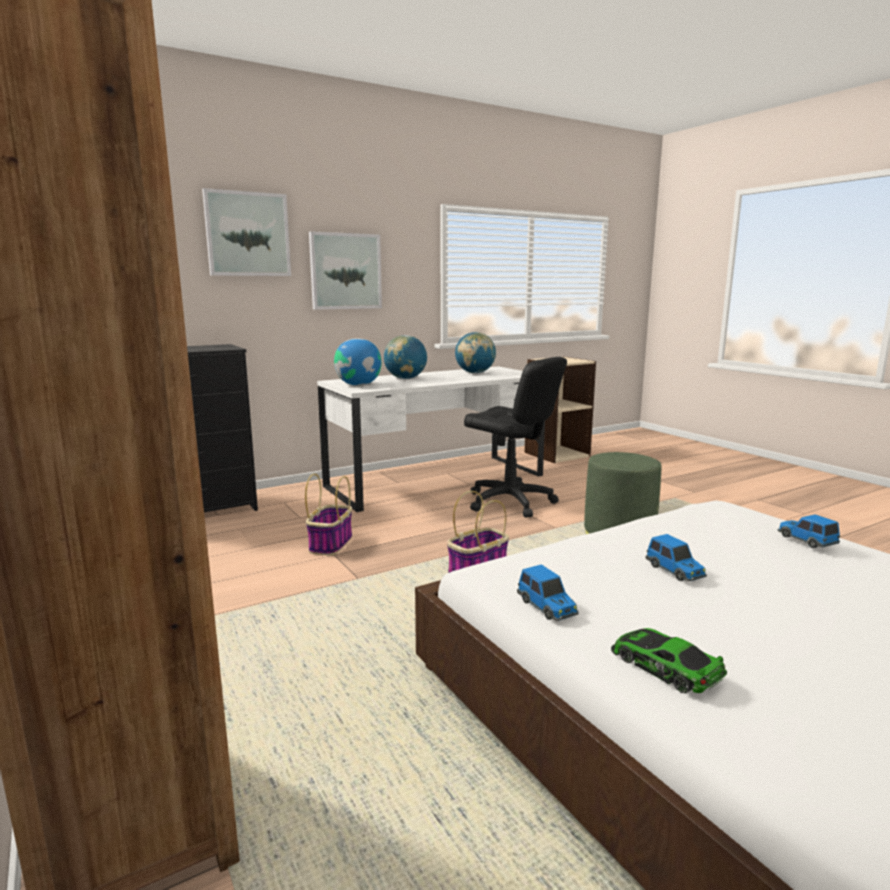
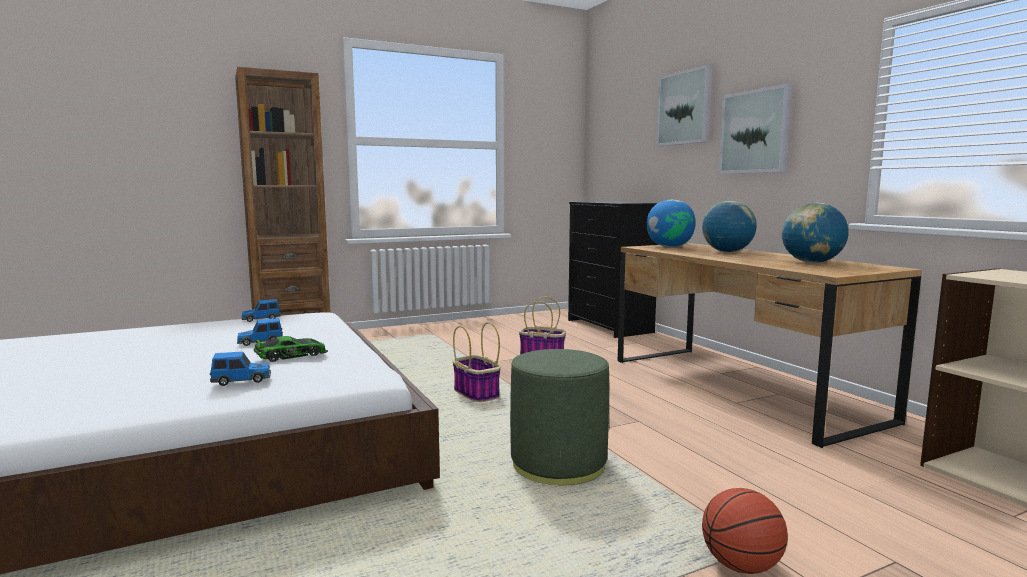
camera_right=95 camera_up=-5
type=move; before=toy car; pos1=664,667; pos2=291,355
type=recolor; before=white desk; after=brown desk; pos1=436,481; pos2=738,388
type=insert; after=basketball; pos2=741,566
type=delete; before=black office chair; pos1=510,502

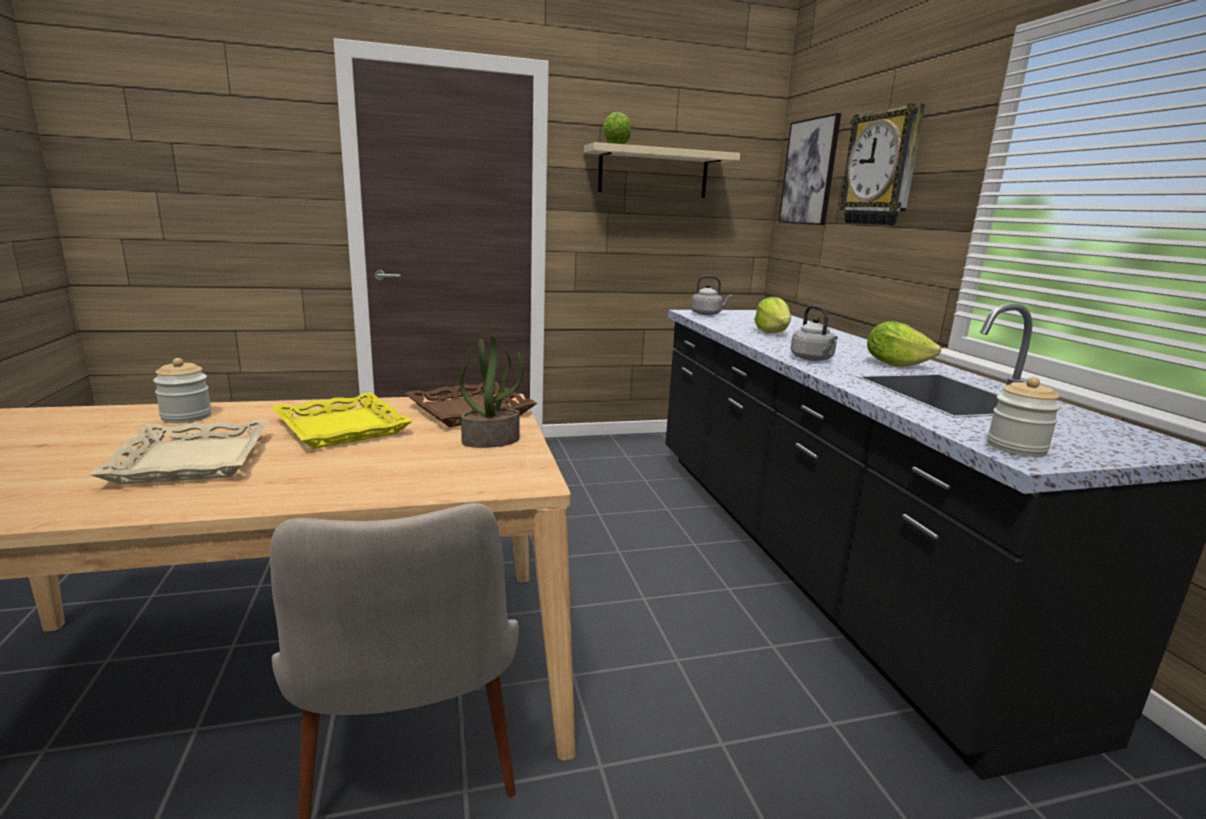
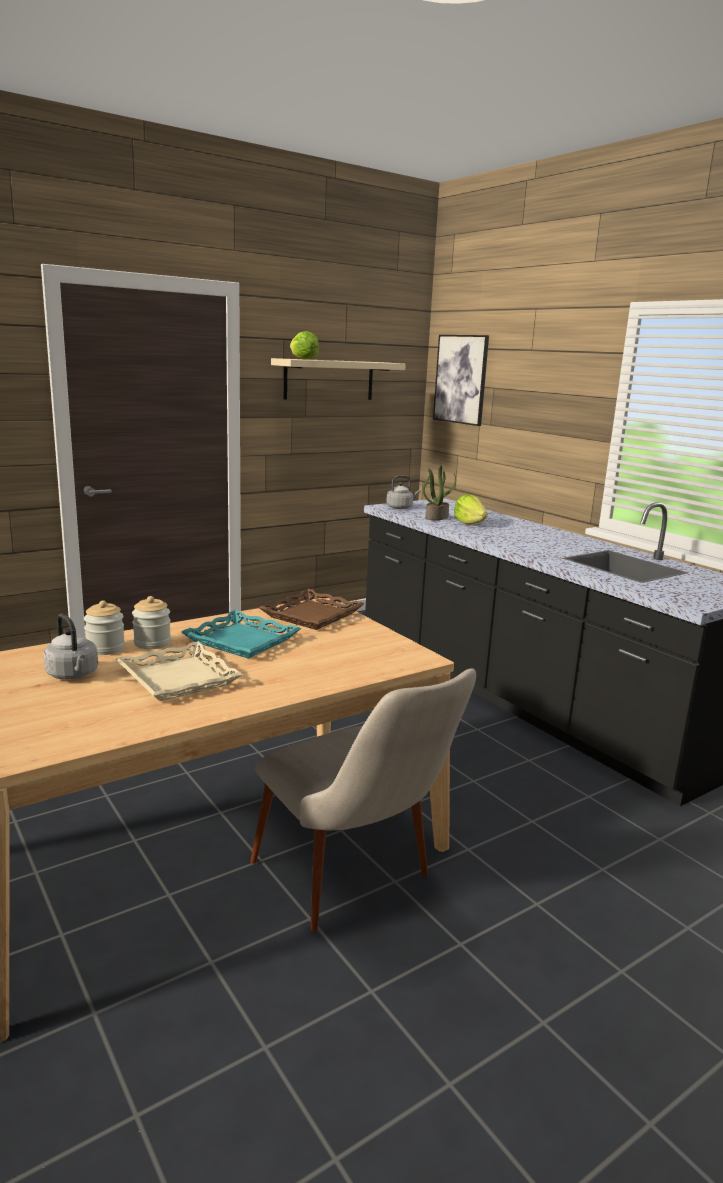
camera_right=-20 camera_up=0
type=move; before=grey kettle; pos1=813,359; pos2=73,675
type=move; before=jar; pos1=1016,447; pos2=152,643
type=recolor; before=yellow tray; after=turquoise tray; pos1=343,428; pos2=242,641
type=move; before=potted plant; pos1=491,440; pos2=436,517
type=delete; before=wall clock; pos1=881,168
type=delete; before=lettuce; pos1=895,364

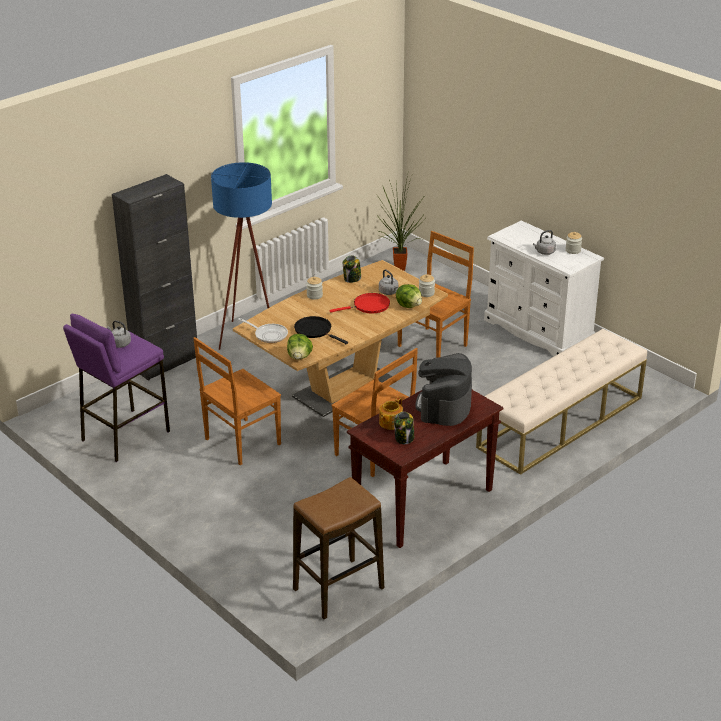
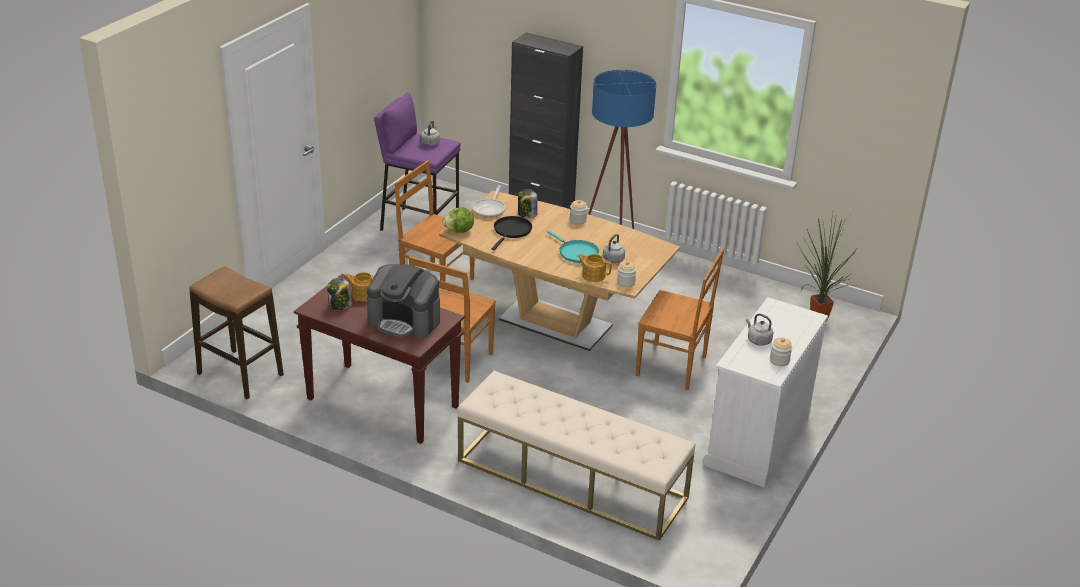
camera_right=70 camera_up=0
type=rotate; before=coffee machine; pos1=444,406; pos2=405,321; turn=-150
type=move; before=jar; pos1=352,279; pos2=527,214
type=recolor; before=red frying pan; after=turquoise frying pan; pos1=369,306; pos2=576,253
type=replace; before=lettuce; after=teapot; pos1=409,305; pos2=593,275

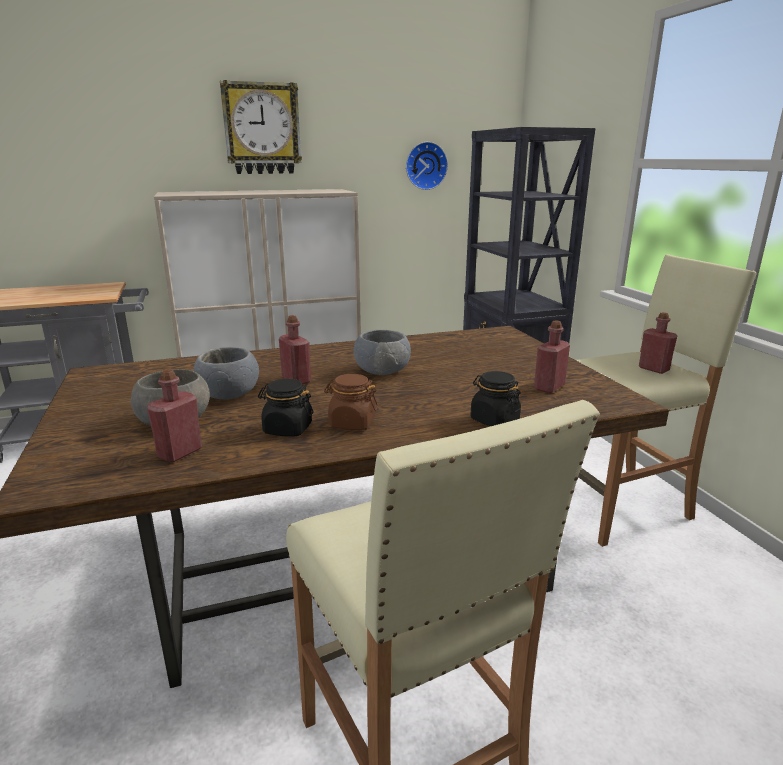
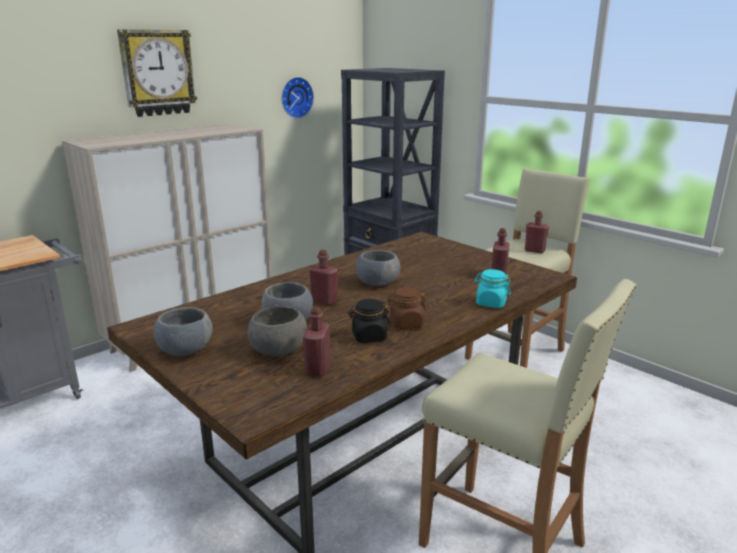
camera_right=-25 camera_up=0
type=insert; after=grey bowl; pos2=185,350
type=recolor; before=black jar; after=turquoise jar; pos1=494,420; pos2=490,303

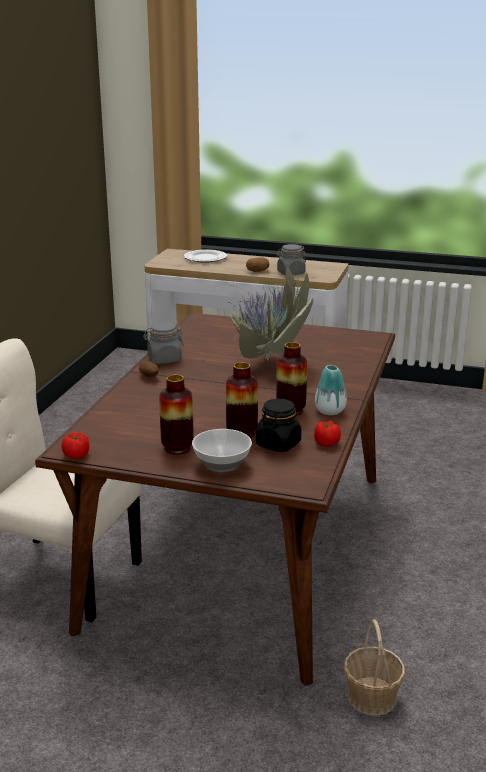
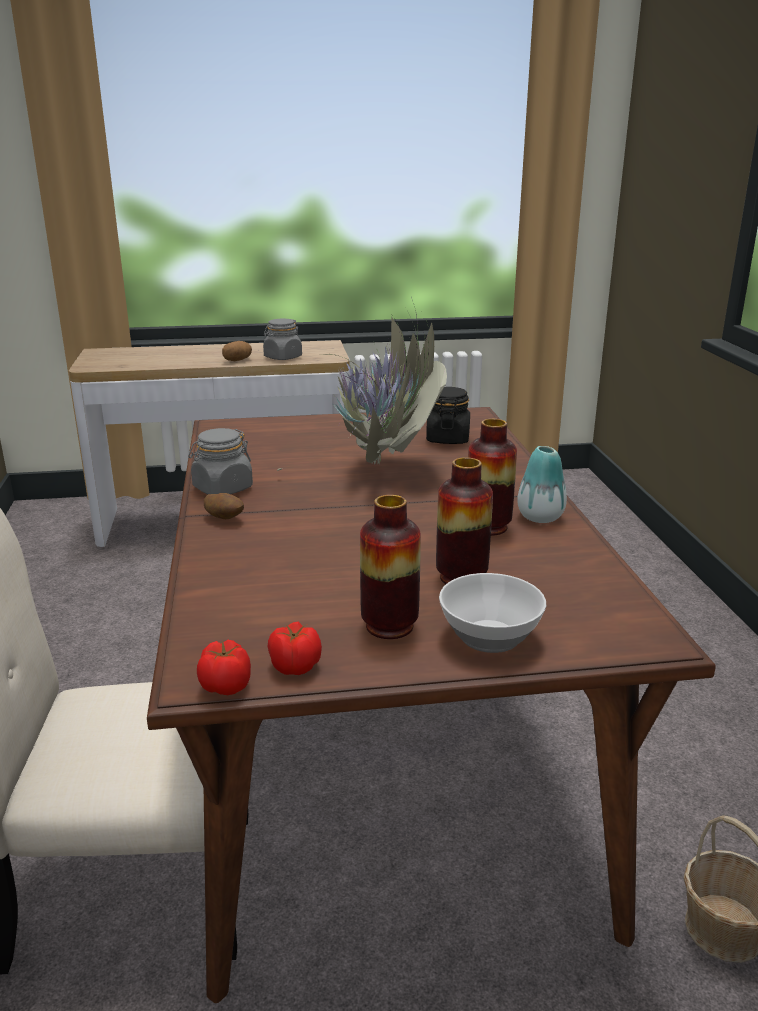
camera_right=-25 camera_up=0
type=move; before=tomato; pos1=326,443; pos2=294,666
type=move; before=black jar; pos1=278,444; pos2=447,439
type=delete; before=plate; pos1=206,258

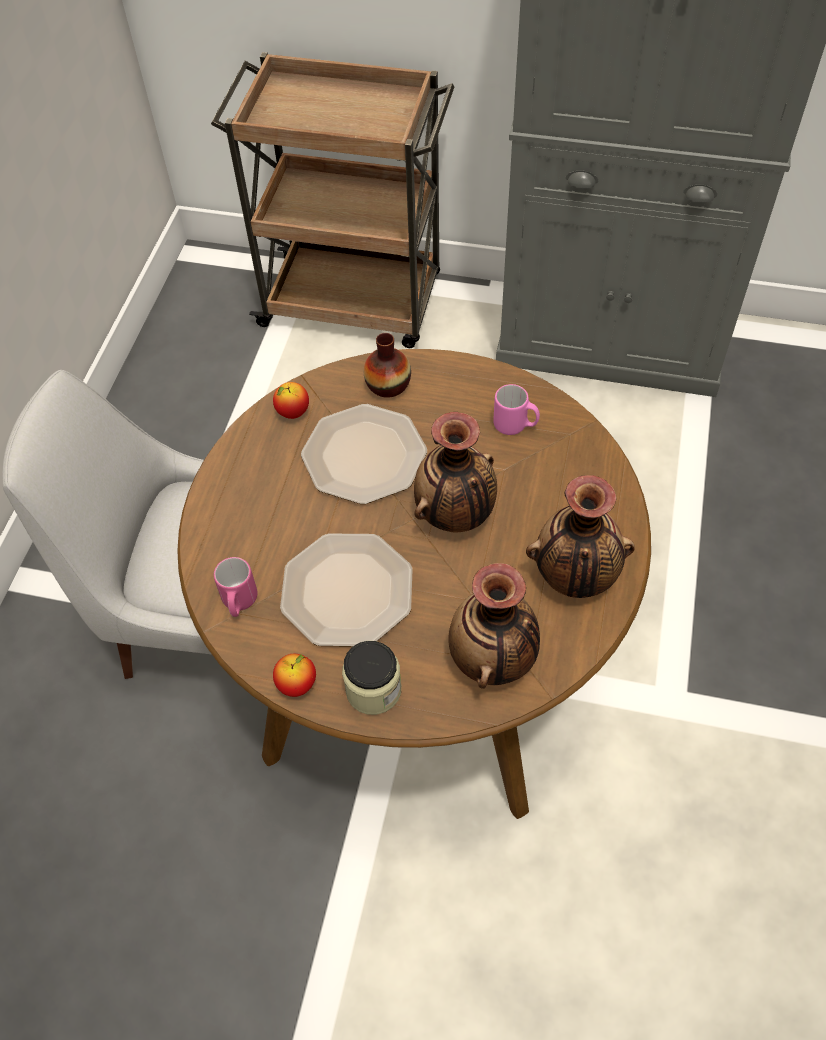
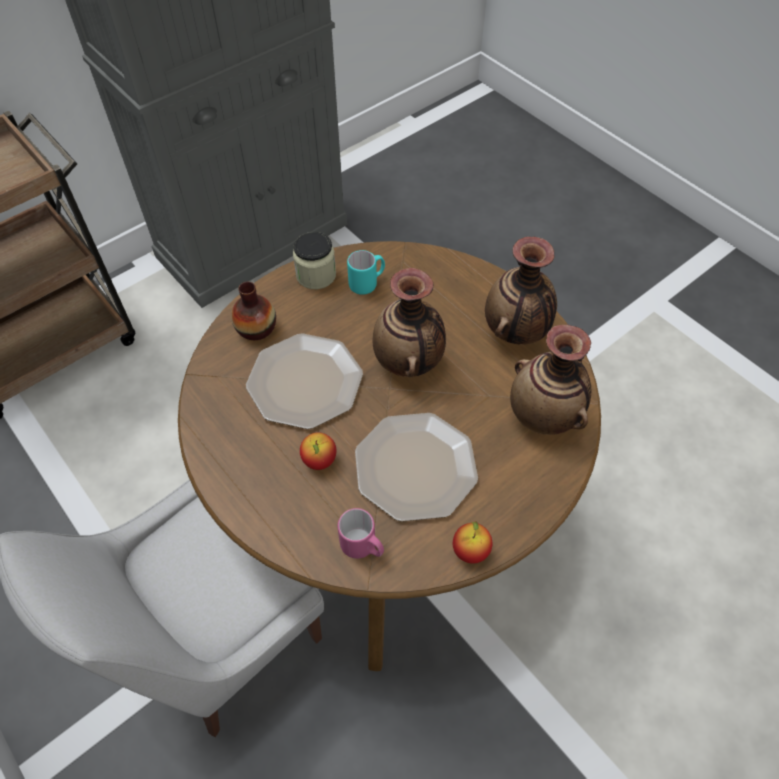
camera_right=-55 camera_up=0
type=move; before=jar; pos1=373,689; pos2=316,275
type=move; before=apple; pos1=293,412; pos2=319,460
type=recolor; before=pink mug; after=turquoise mug; pos1=515,425; pos2=367,283

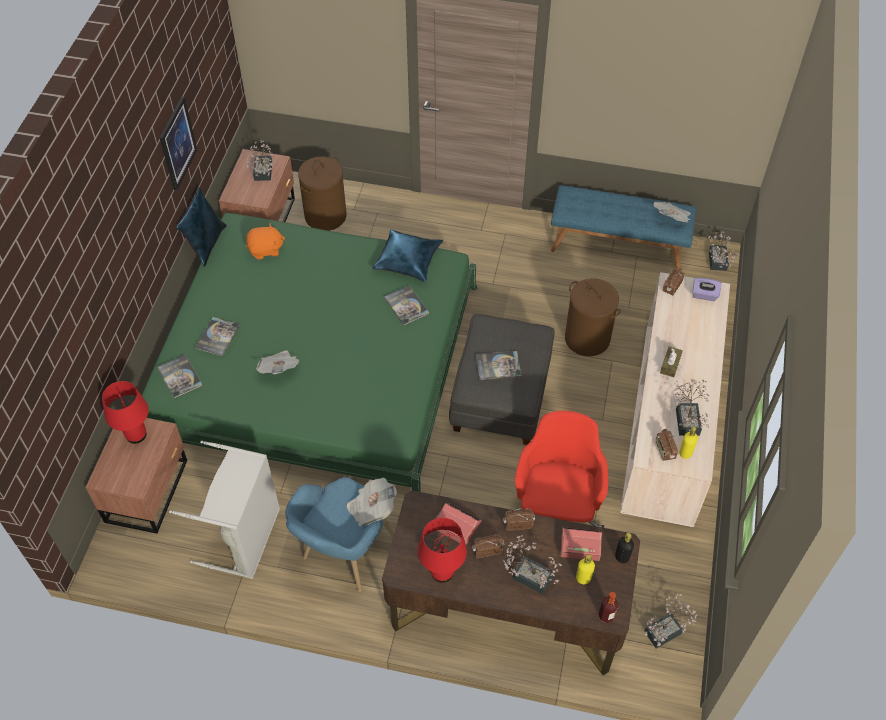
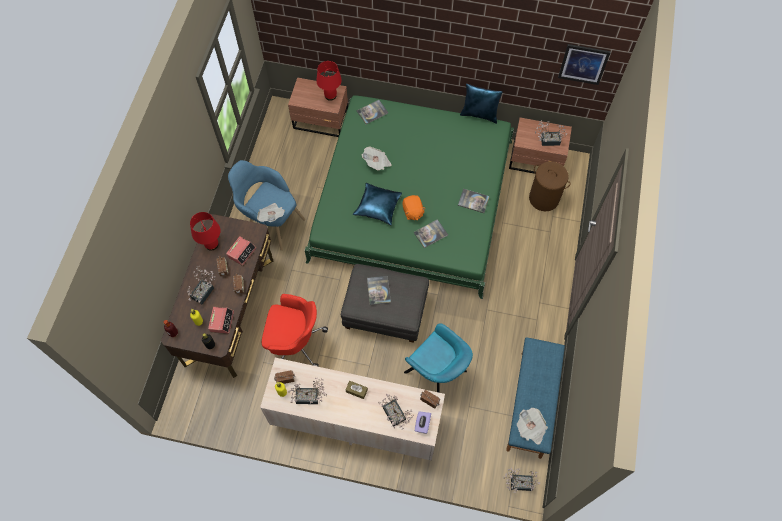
camera_right=90 camera_up=10
type=move; before=blue pillow; pos1=408,260; pos2=378,207
type=move; before=potted plant; pos1=666,631; pos2=395,416
type=move; before=orange plush toy; pos1=266,250; pos2=412,212
type=replace; before=brown laundry basket; after=turquoise armchair; pos1=587,338; pos2=437,373
type=move; before=book; pos1=218,337; pos2=473,201
type=move; before=picture; pos1=177,143; pos2=583,64
type=delete; before=grey laundry basket; pos1=245,538

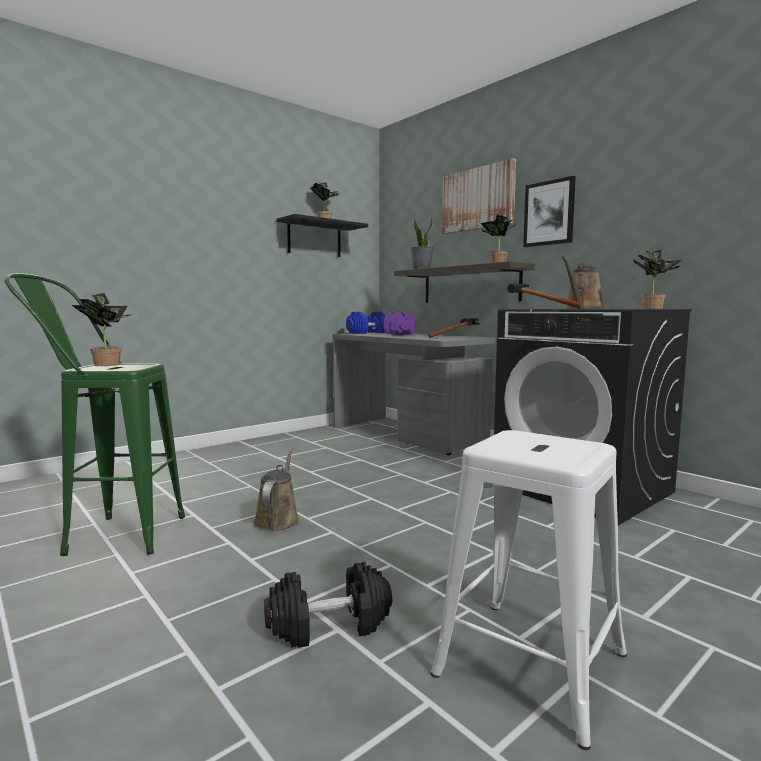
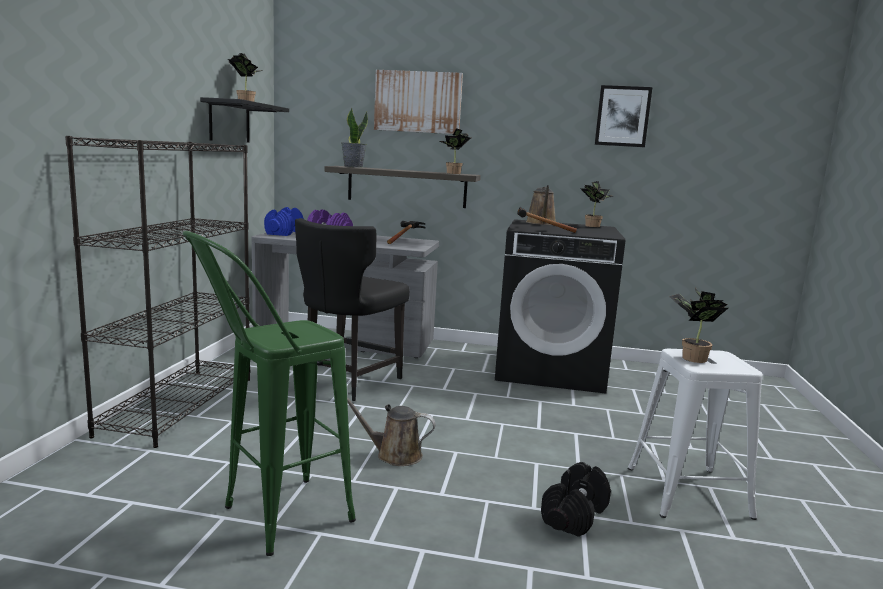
camera_right=-40 camera_up=5
type=insert; after=black bookcase; pos2=179,404
type=insert; after=black chair; pos2=347,382
type=rotate; before=brown watering can; pos1=277,519; pos2=394,455; turn=-45
type=move; before=picture; pos1=549,213; pos2=622,116
type=move; before=potted plant; pos1=107,364; pos2=690,358

